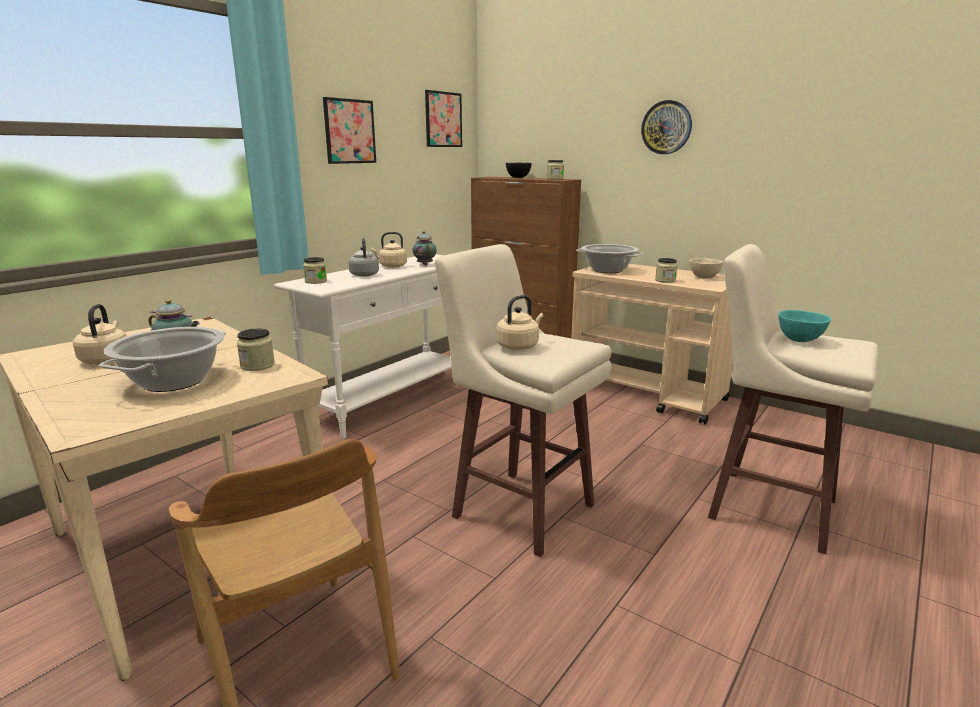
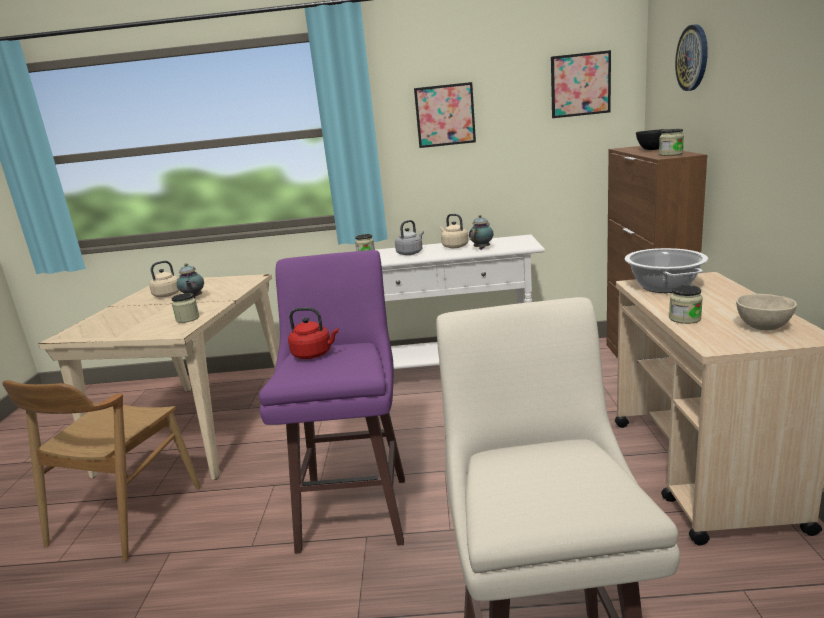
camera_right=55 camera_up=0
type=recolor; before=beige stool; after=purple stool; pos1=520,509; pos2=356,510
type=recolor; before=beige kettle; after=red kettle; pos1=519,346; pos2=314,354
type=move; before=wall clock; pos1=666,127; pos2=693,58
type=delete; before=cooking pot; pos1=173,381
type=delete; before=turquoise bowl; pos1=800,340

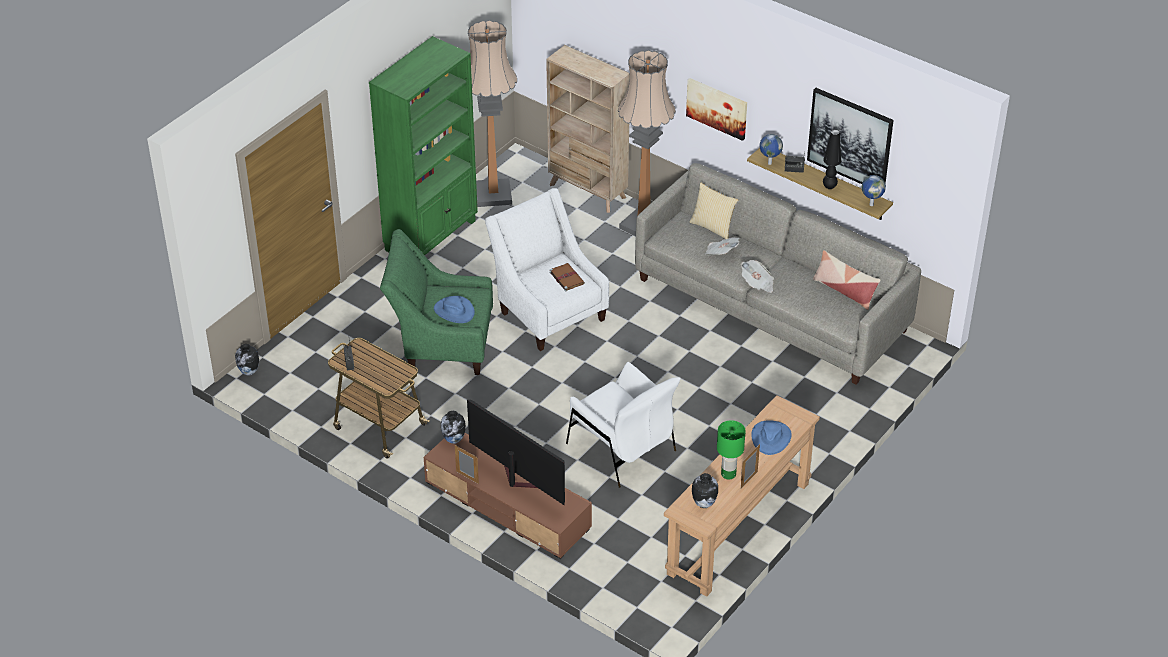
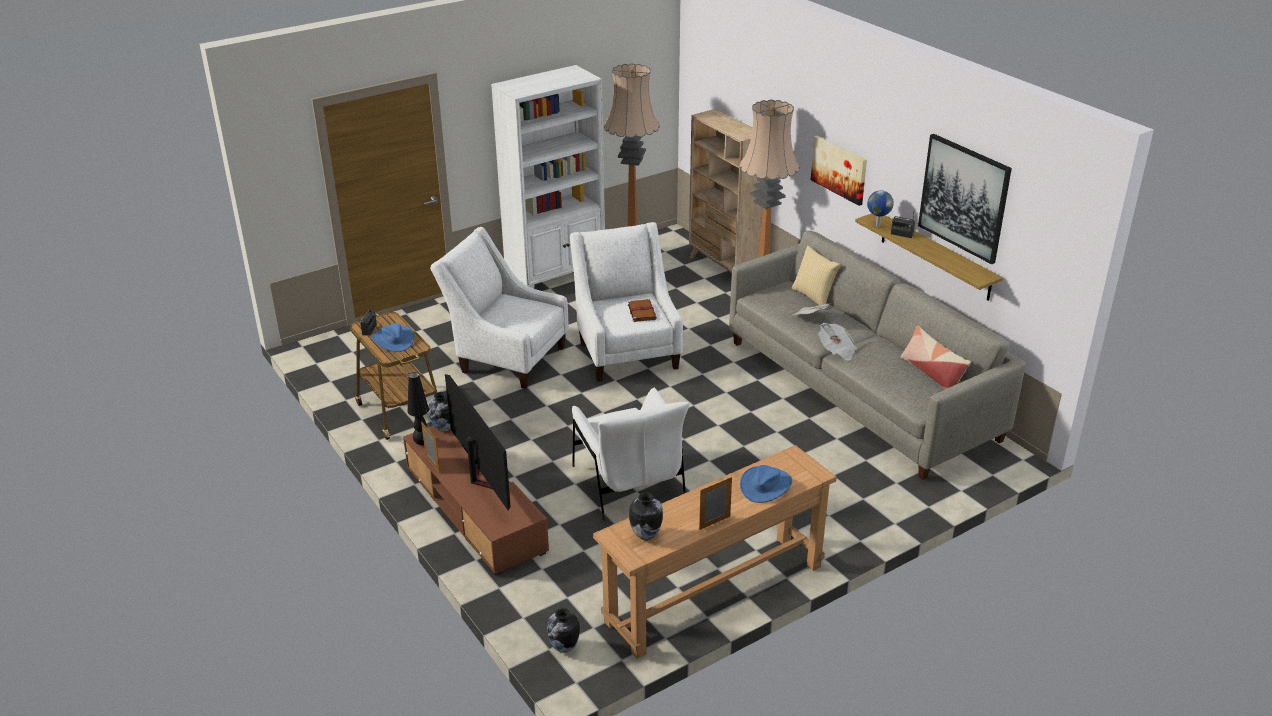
camera_right=20 camera_up=-10
type=move; before=blue hat; pos1=454,311; pos2=393,340
type=move; before=black table lamp; pos1=829,187; pos2=422,443
type=recolor; before=green armchair; after=white armchair; pos1=441,345; pos2=506,357
type=recolor; before=green bookcase; after=white bookcase; pos1=431,235; pos2=556,275
type=move; before=vase; pos1=249,372; pos2=564,648
type=delete; before=green table lamp; pos1=728,474
type=delete; before=globe; pos1=871,204

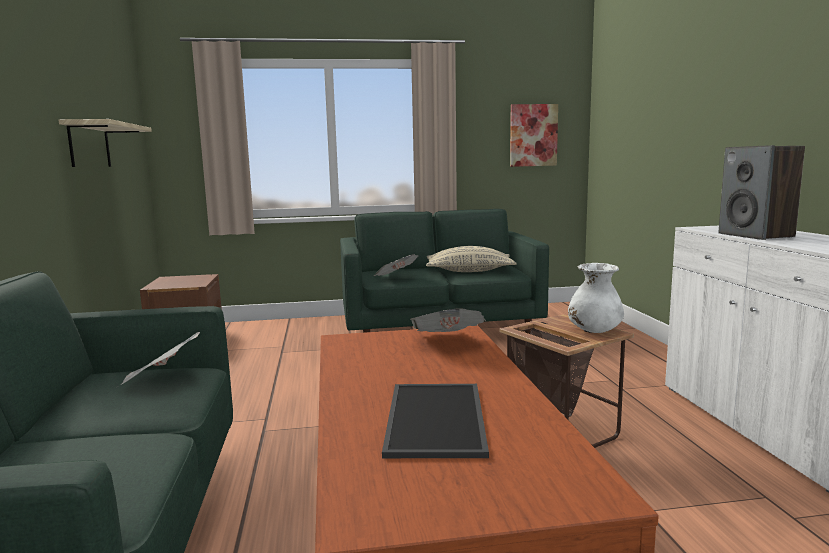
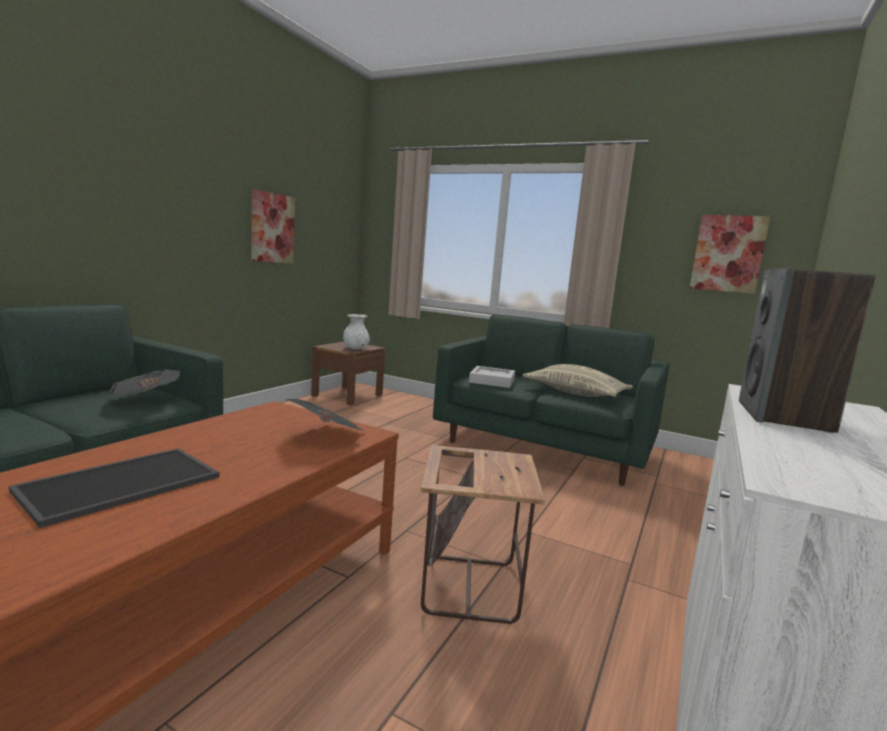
camera_right=35 camera_up=0
type=replace; before=shelf; after=picture; pos1=89,145; pos2=272,228
type=move; before=white vase; pos1=594,331; pos2=355,349
type=replace; before=newspaper; after=grey tray; pos1=396,277; pos2=492,381

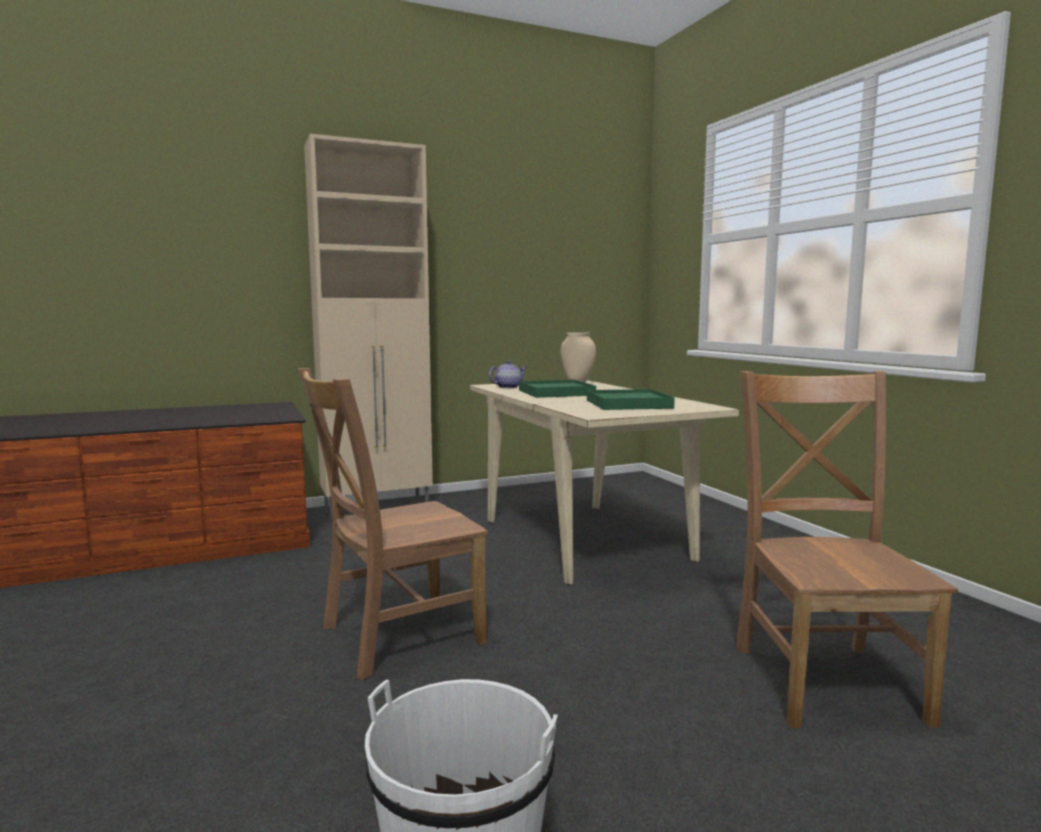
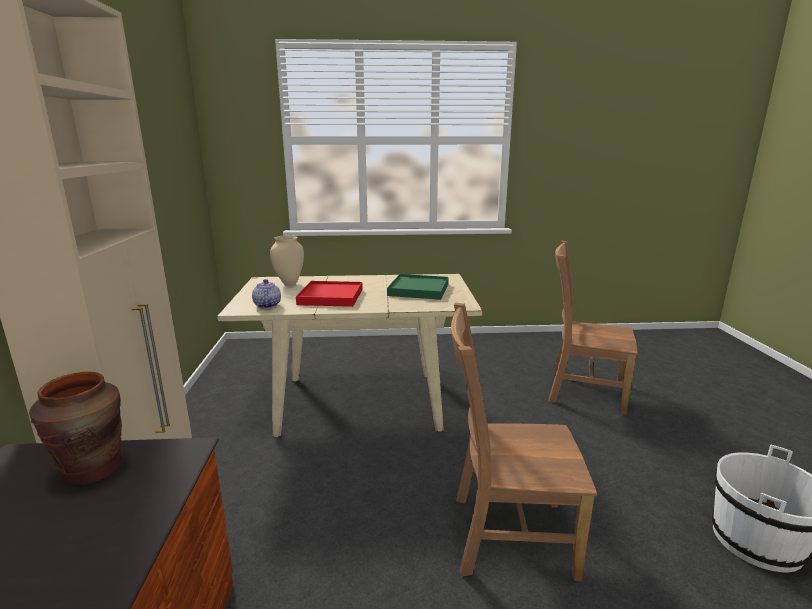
camera_right=-70 camera_up=10
type=insert; after=brown vase; pos2=93,470
type=recolor; before=green tray; after=red tray; pos1=556,393; pos2=331,297
type=rotate; before=brown chair; pos1=395,636; pos2=506,534; turn=105

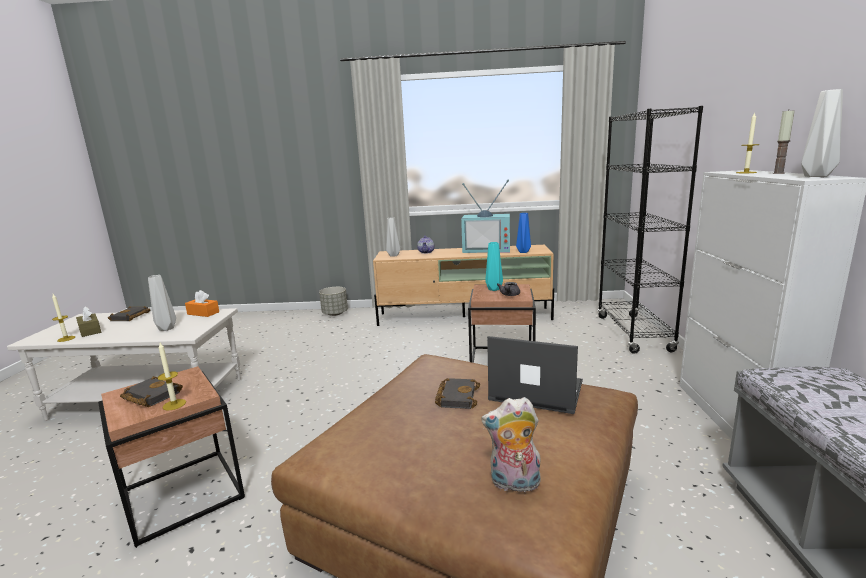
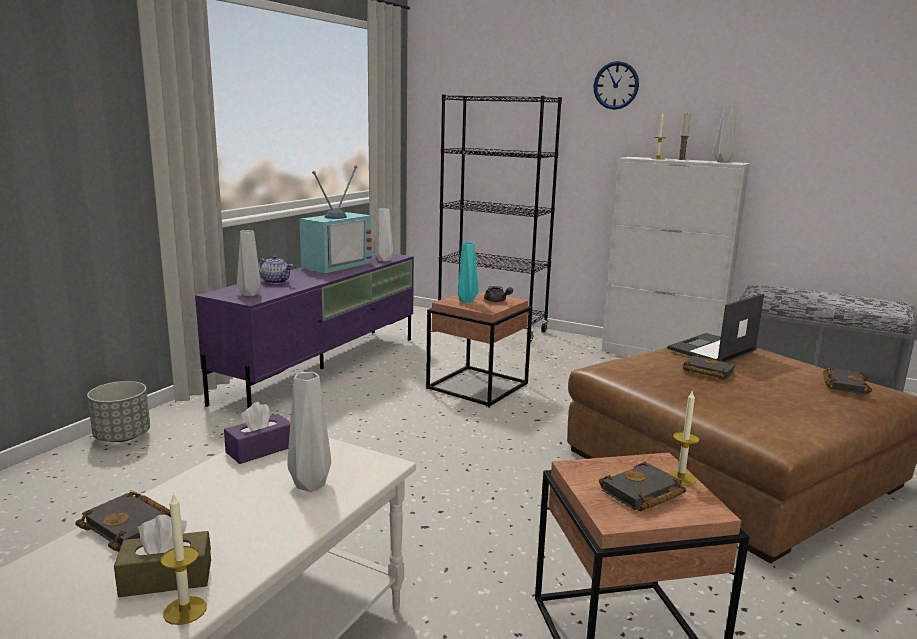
camera_right=-65 camera_up=0
type=recolor; before=beige tv stand; after=purple tv stand; pos1=465,316; pos2=323,368
type=recolor; before=orange tissue box; after=purple tissue box; pos1=203,313; pos2=260,449
type=recolor; before=blue vase; after=white vase; pos1=522,252; pos2=383,260
type=insert; after=wall clock; pos2=616,85
type=replace; before=plush toy; after=black book; pos1=514,484; pos2=843,384

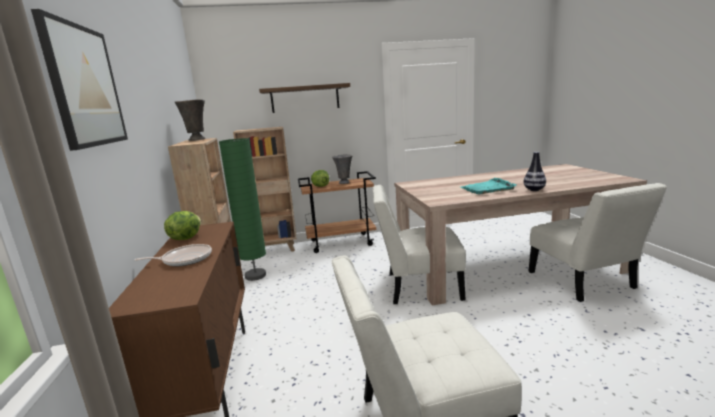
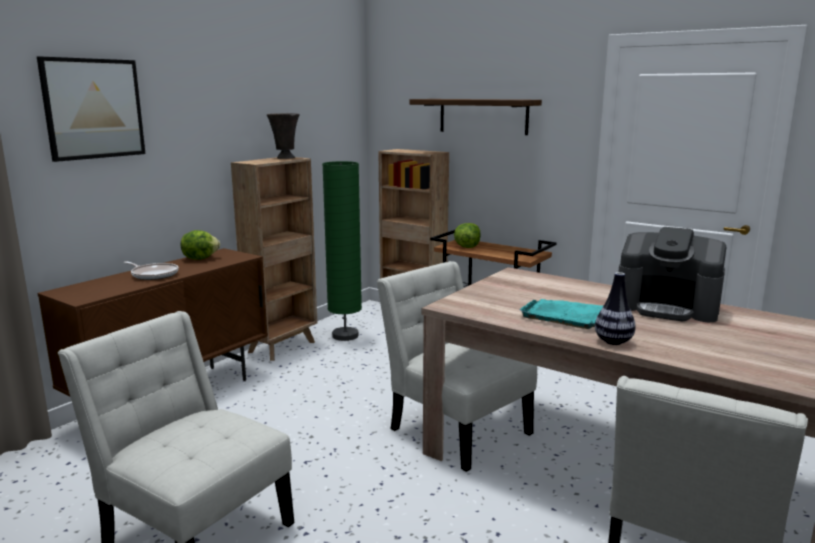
camera_right=45 camera_up=0
type=insert; after=coffee machine; pos2=667,307
type=delete; before=grey vase; pos1=344,182

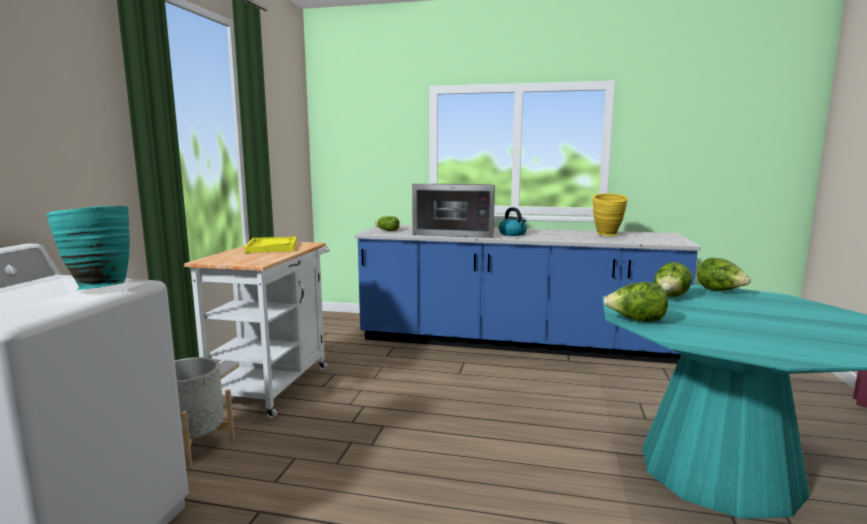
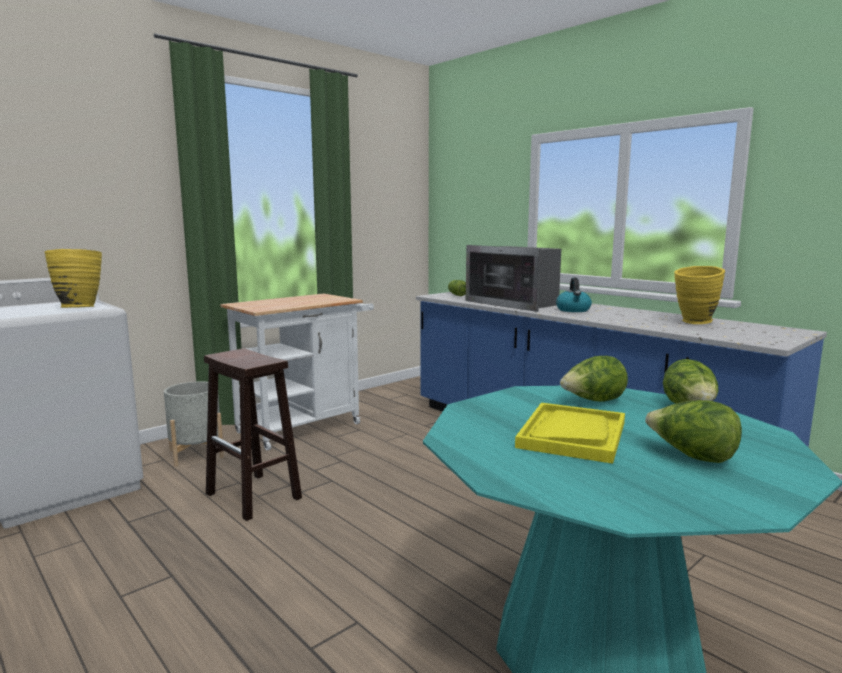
camera_right=35 camera_up=0
type=recolor; before=turquoise vase; after=yellow vase; pos1=97,287; pos2=79,308
type=insert; after=brown stool; pos2=254,496
type=move; before=yellow tray; pos1=272,247; pos2=572,434
type=move; before=lettuce; pos1=636,321; pos2=691,456

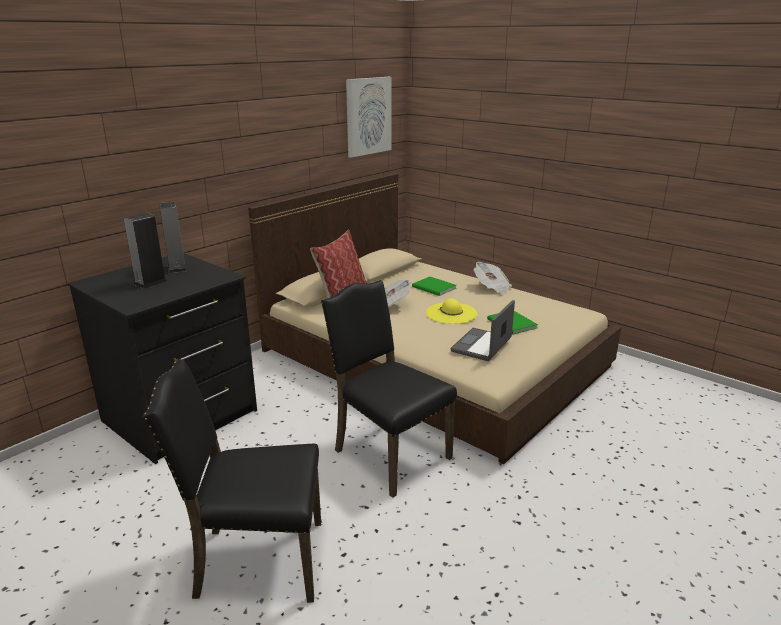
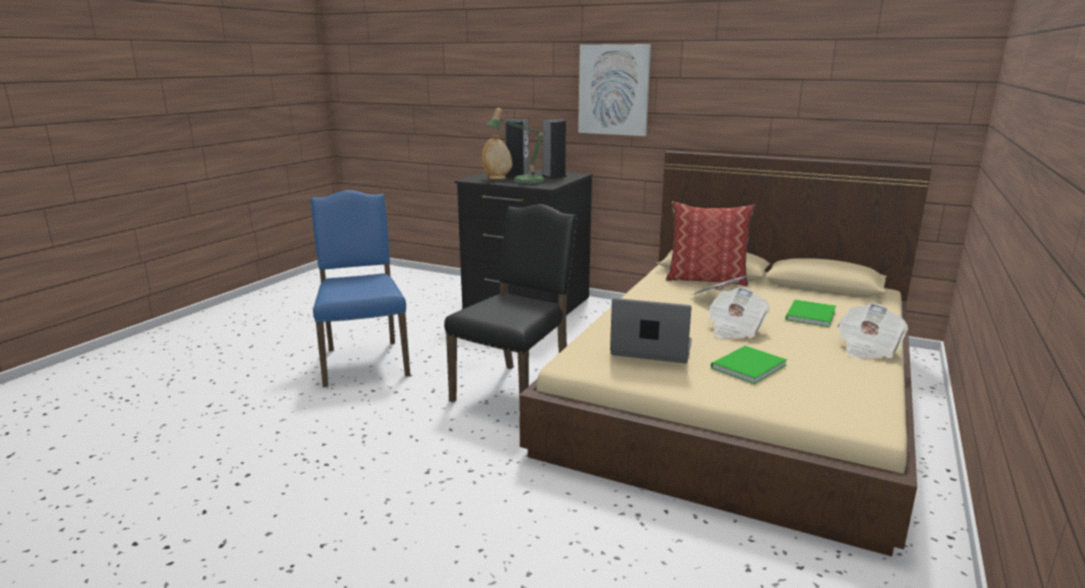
camera_right=75 camera_up=-5
type=recolor; before=black chair; after=blue chair; pos1=257,560; pos2=364,361
type=insert; after=beige vase; pos2=497,178
type=insert; after=table lamp; pos2=523,182
type=move; before=picture; pos1=368,116; pos2=614,90
type=replace; before=yellow hat; after=newspaper; pos1=451,313; pos2=734,329

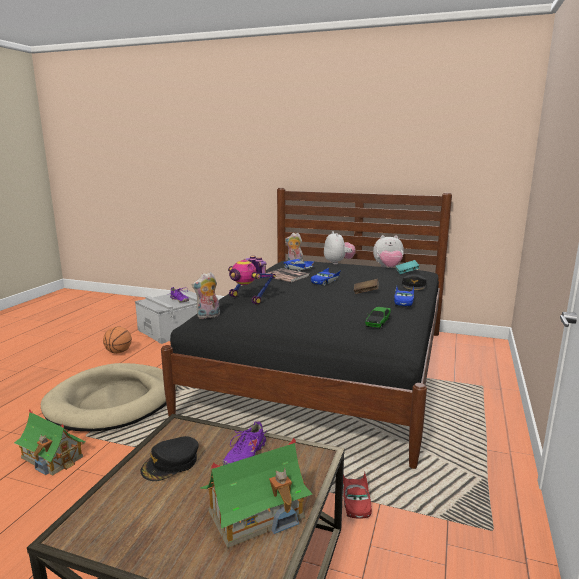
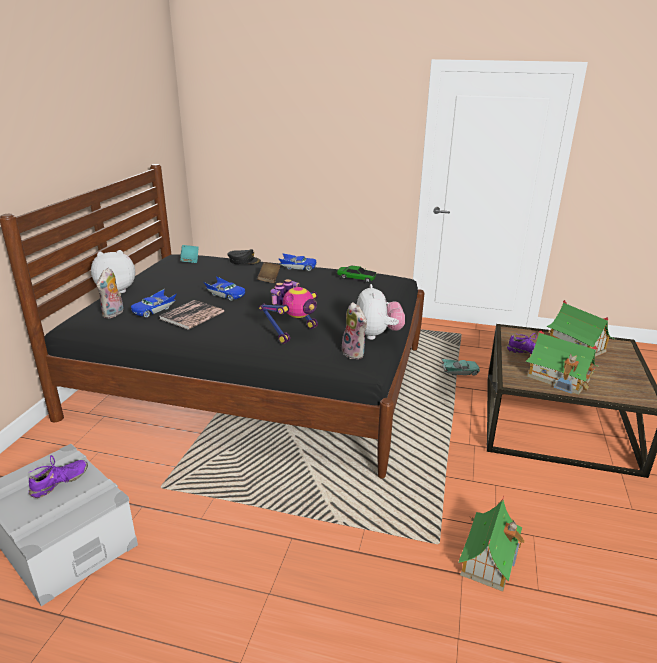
camera_right=-95 camera_up=10
type=move; before=plush toy; pos1=388,268; pos2=377,335
type=recolor; before=red toy car; after=turquoise toy car; pos1=355,502; pos2=459,372
type=replace; before=black cap; after=toy house; pos1=171,463; pos2=558,378
type=delete; before=beige dog bed; pos1=113,401
type=delete; before=basketball; pos1=118,352

